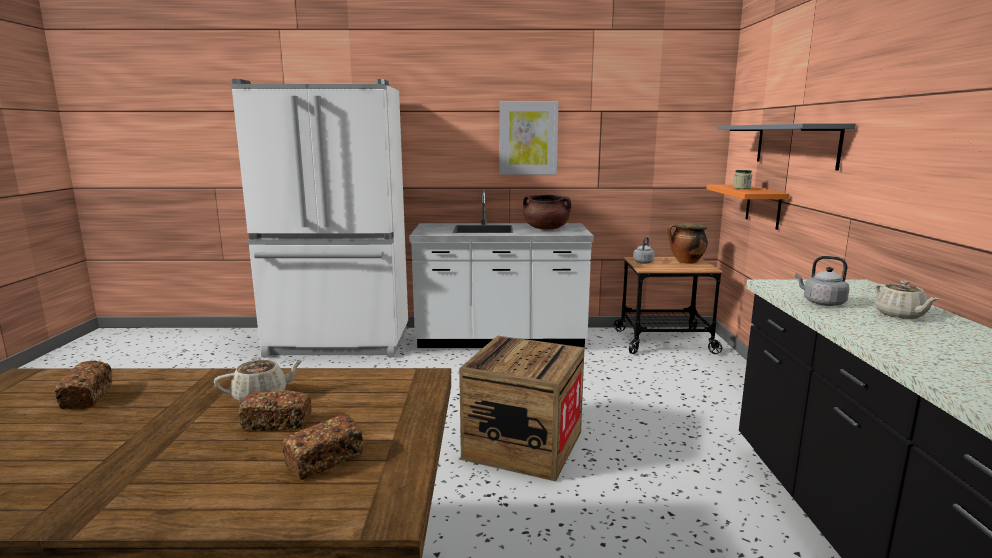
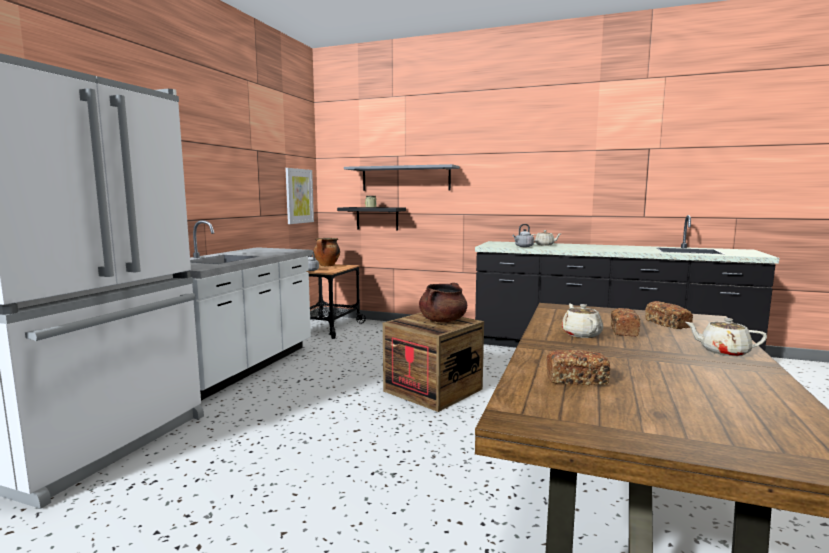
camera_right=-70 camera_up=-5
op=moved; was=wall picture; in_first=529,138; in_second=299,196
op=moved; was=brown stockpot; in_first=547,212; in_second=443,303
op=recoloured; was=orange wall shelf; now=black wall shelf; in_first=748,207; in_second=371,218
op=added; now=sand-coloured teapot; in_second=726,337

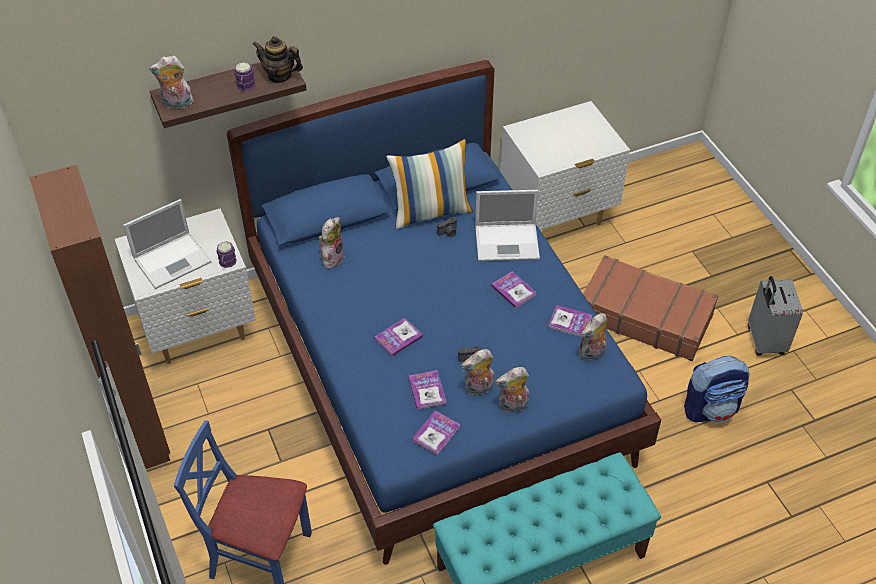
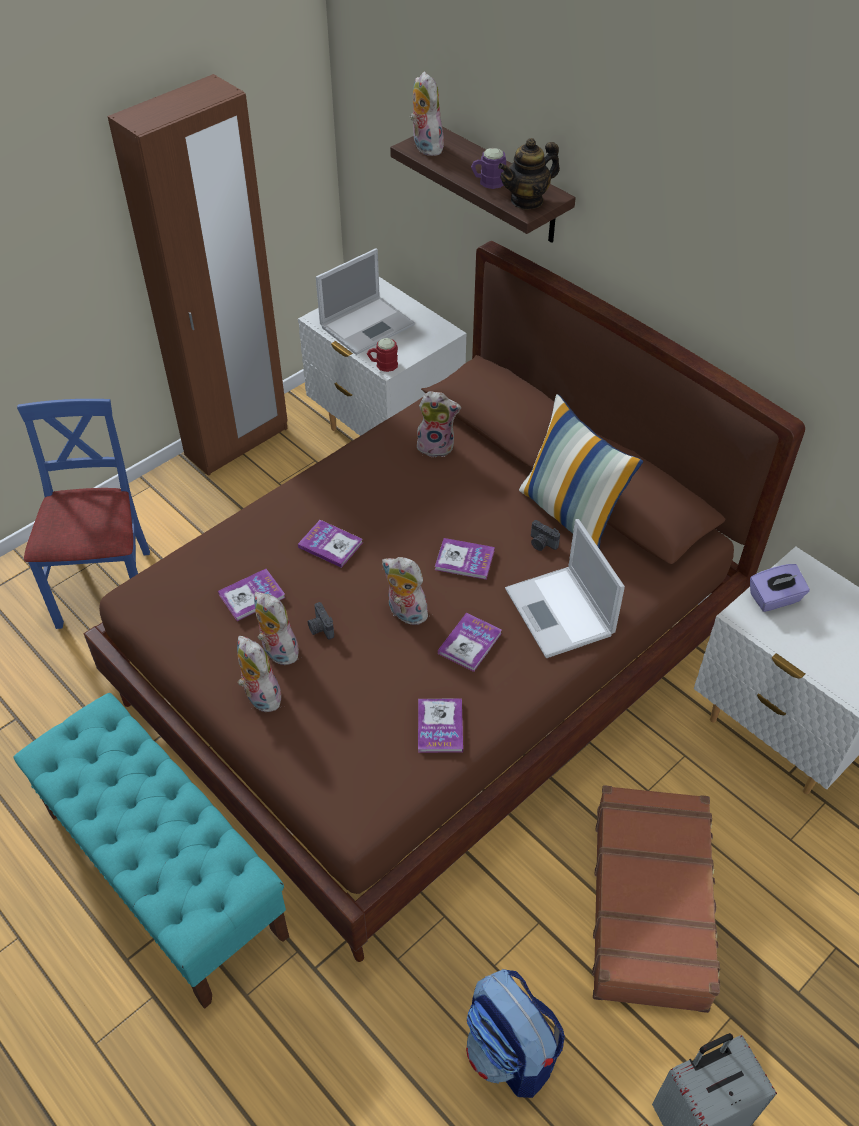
camera_right=70 camera_up=0
op=turned; was=laptop; in_first=167,244; in_second=365,301; clockwise=-75
op=recoloured; was=purple-coloured mug; now=reddish mug; in_first=227,254; in_second=382,355
op=recoloured; was=blue bedroom bed; now=brown bedroom bed; in_first=444,312; in_second=444,601
op=turned; was=teapot; in_first=278,60; in_second=529,174; clockwise=-120
op=moved; was=bound book; in_first=436,433; in_second=465,559
op=moved; was=plush toy; in_first=593,337; in_second=405,591
op=added; now=purple-coloured tissue box; in_second=780,588

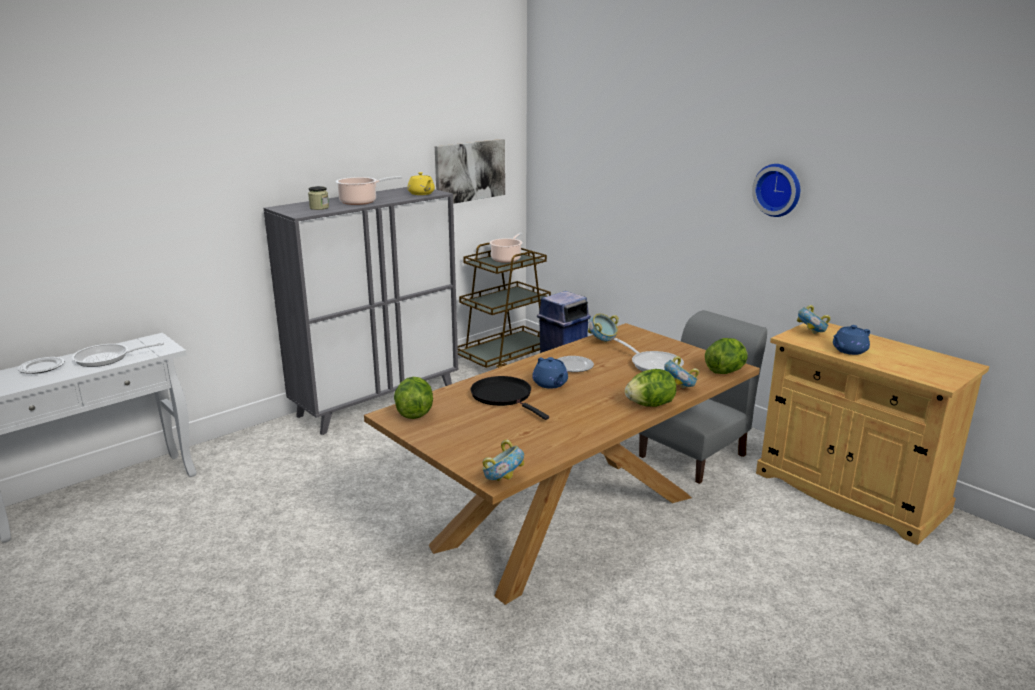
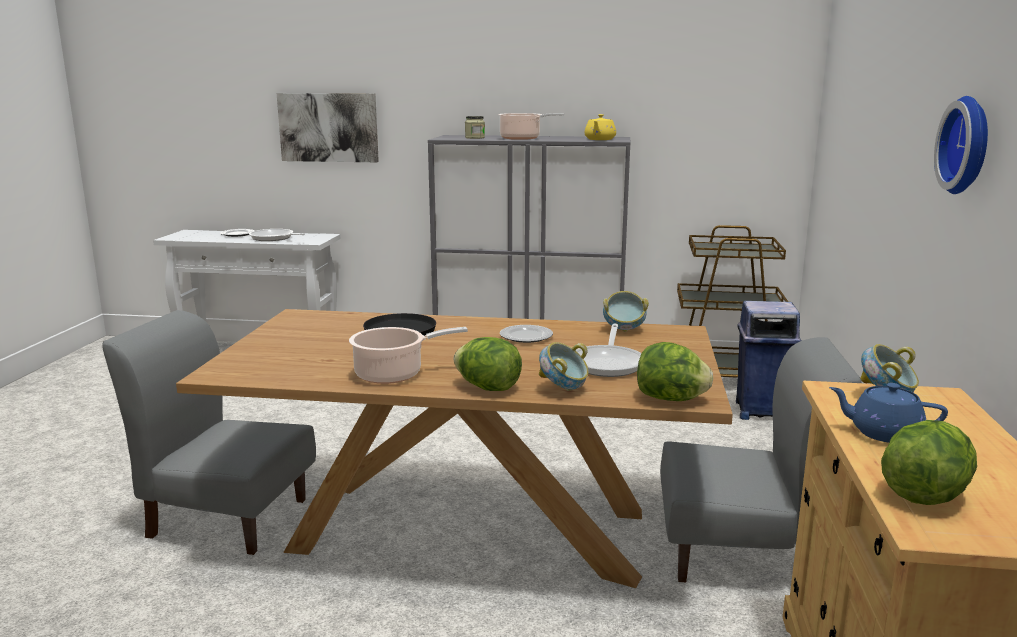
camera_right=50 camera_up=-5
op=moved; was=lettuce; in_first=413,398; in_second=929,462
op=moved; was=wall picture; in_first=470,171; in_second=328,127
op=removed; was=bowl; in_first=503,460
op=moved; was=stockpot; in_first=506,248; in_second=408,355
op=removed; was=blue teapot; in_first=550,373
op=added; now=greyish upright chair; in_second=209,432

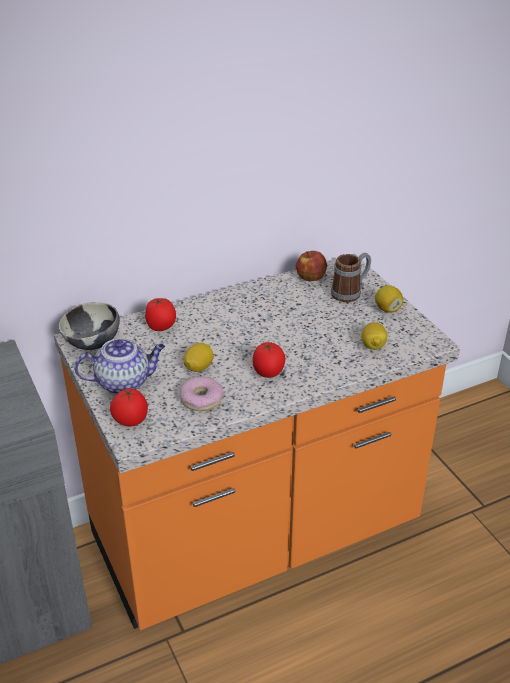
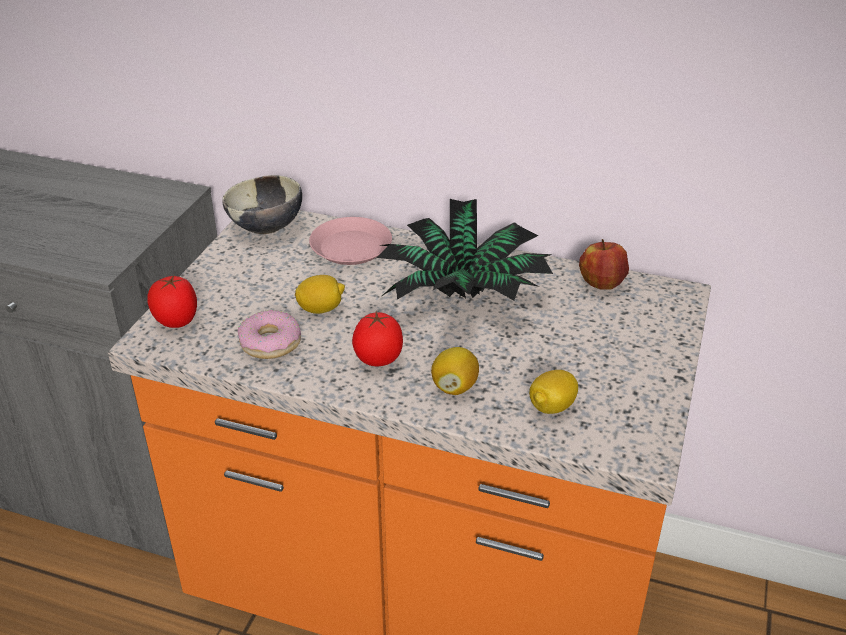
camera_right=45 camera_up=0
op=removed; was=teapot; in_first=119,366
op=replaced; was=whole tomato; now=pinkish plate; in_first=160,314; in_second=350,241
op=removed; was=mug; in_first=351,277
op=moved; was=whole lemon; in_first=389,299; in_second=455,371
op=added; now=plant in a pot; in_second=464,250

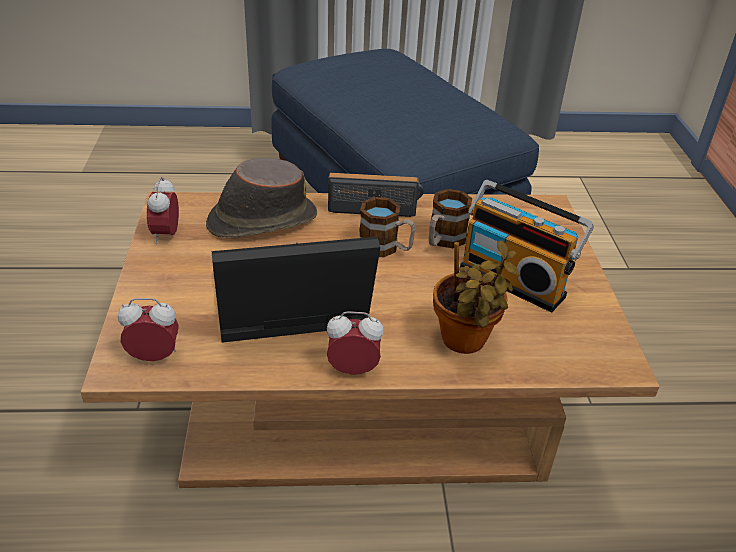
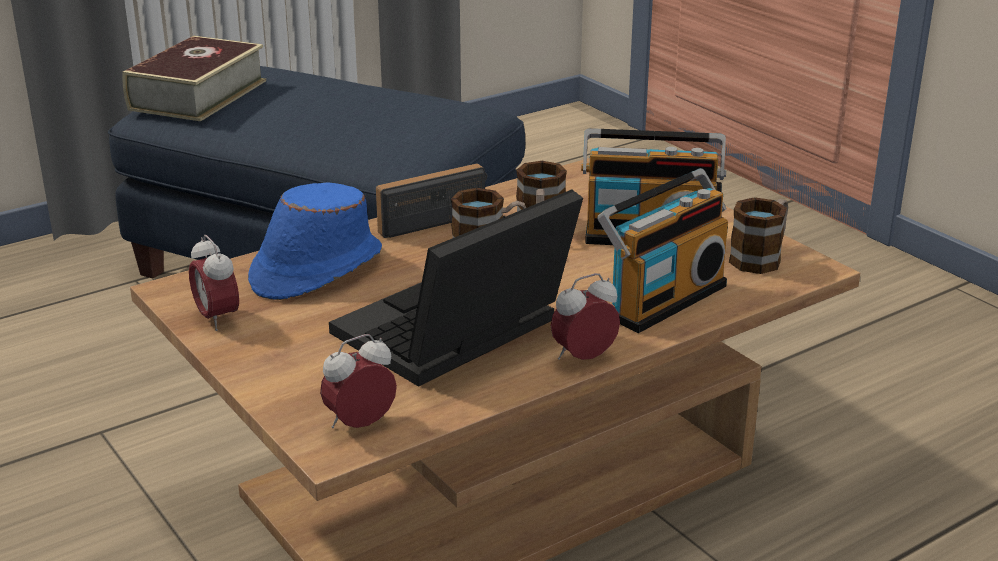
camera_right=-30 camera_up=-10
op=recoloured; was=brown hat; now=blue hat; in_first=261,198; in_second=315,241
op=replaced; was=plant in a pot; now=radio set; in_first=476,297; in_second=662,250
op=added; now=bound book; in_second=194,78
op=added; now=mug; in_second=758,235

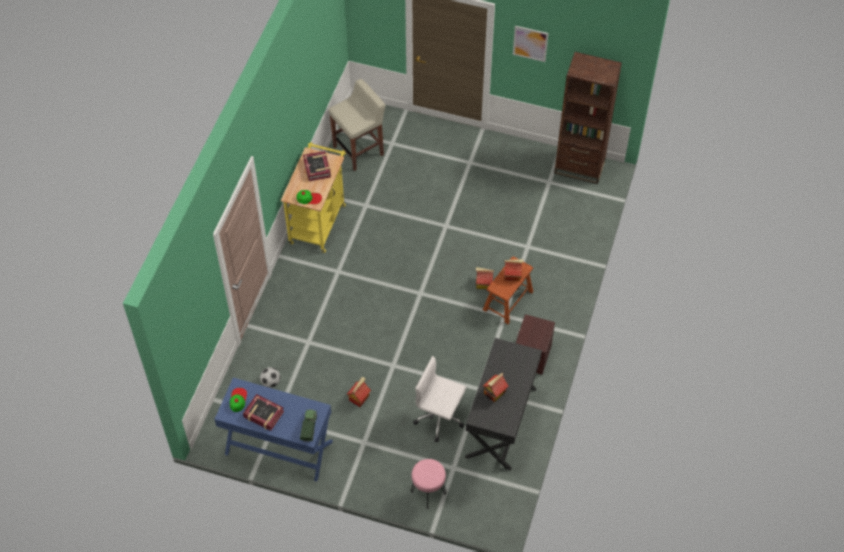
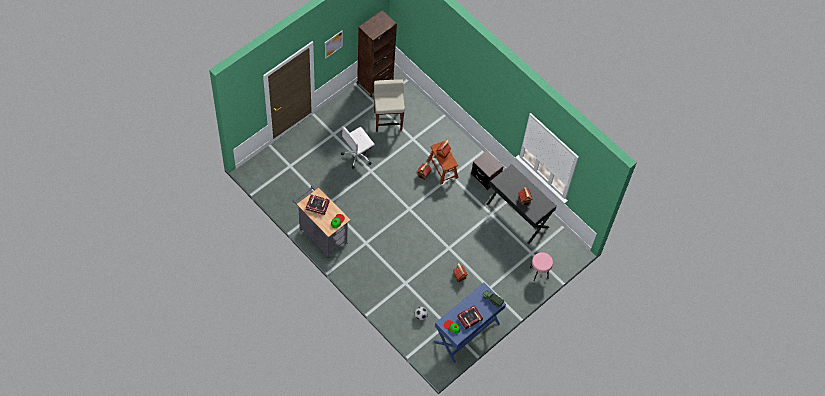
camera_right=-65 camera_up=5
op=recoloured; was=yellow-coloured wheeled cart; now=greyish wheeled cart; in_first=313,197; in_second=321,222
op=moved; was=sand-coloured sitting stool; in_first=357,125; in_second=389,105
op=moved; was=white-coloured computer chair; in_first=439,399; in_second=358,147

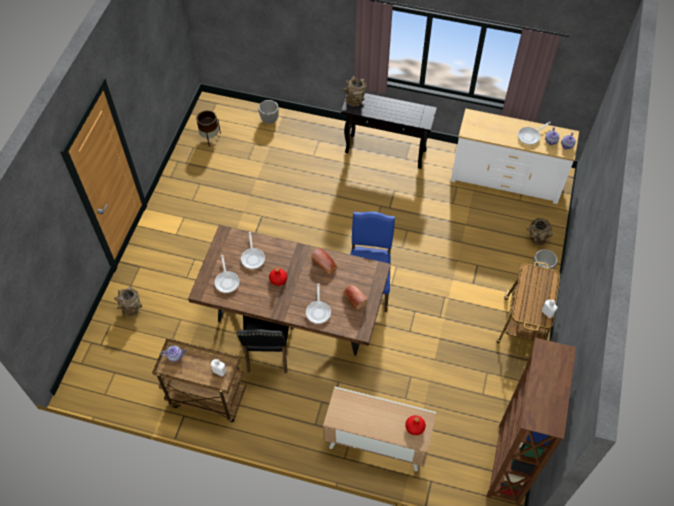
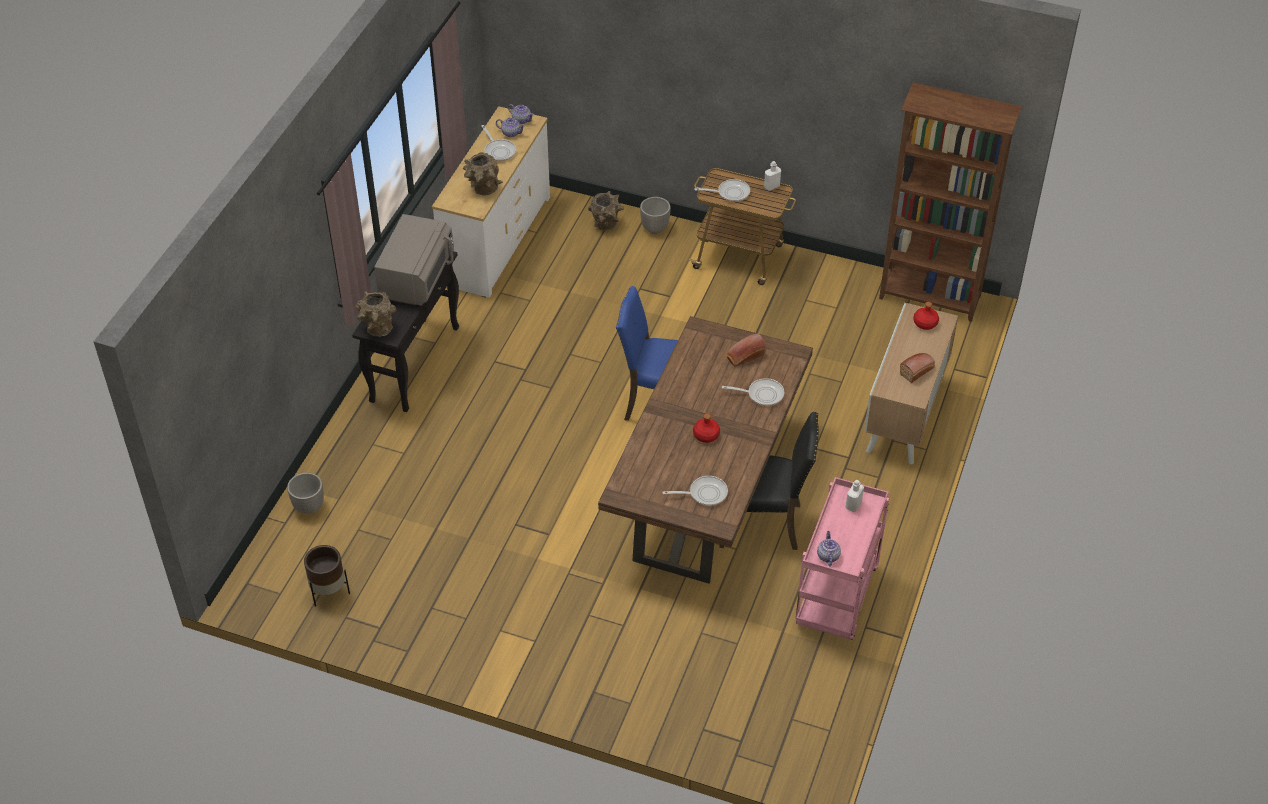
camera_right=-85 camera_up=-10
op=moved; was=brown decorative vase; in_first=128,301; in_second=483,174
op=recoloured; was=brown wheeled cart; now=pinkish wheeled cart; in_first=199,380; in_second=842,558
op=moved; was=pan; in_first=253,250; in_second=722,190
op=moved; was=bread; in_first=324,261; in_second=917,368
op=added; now=greyish microwave; in_second=414,260

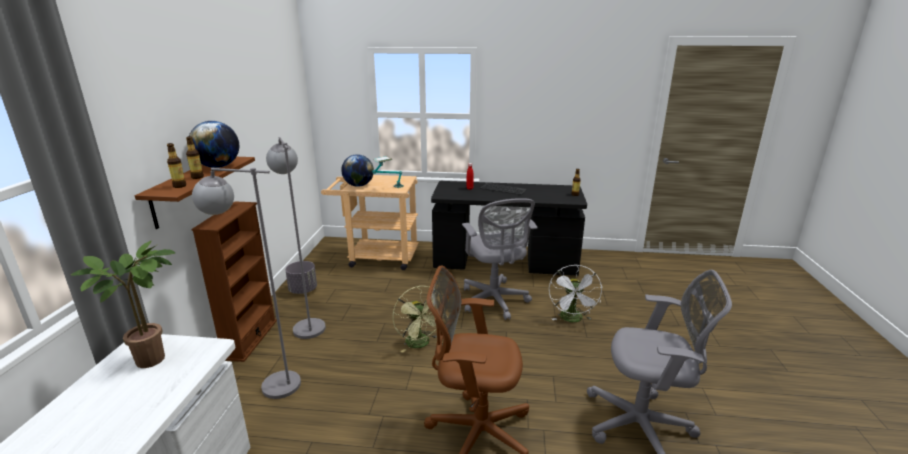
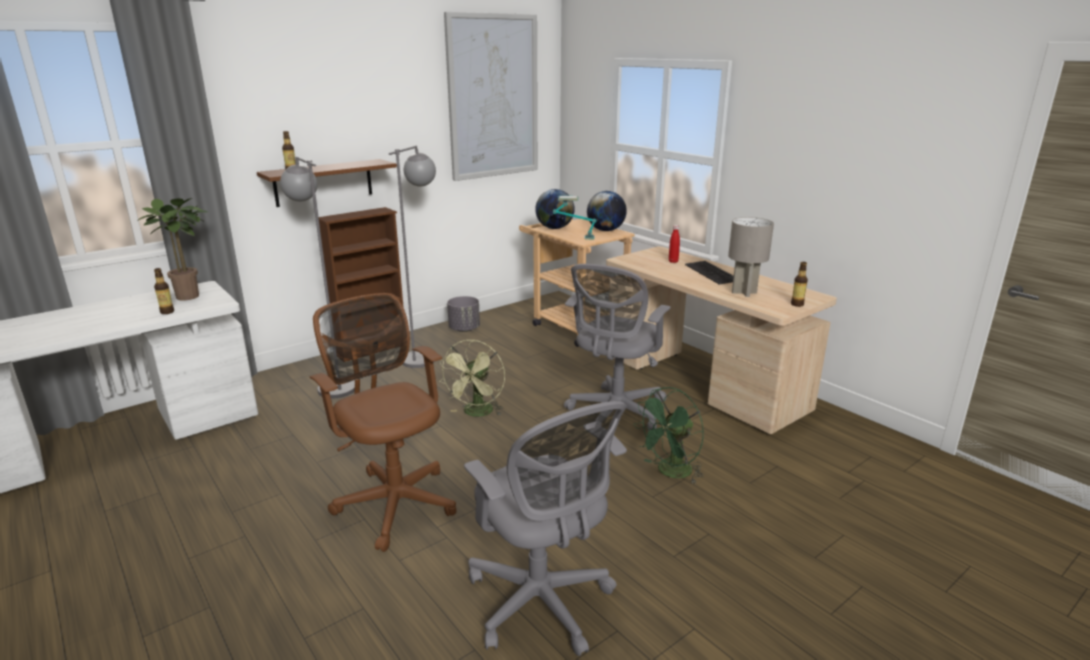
camera_right=45 camera_up=0
op=moved; was=beverage bottle; in_first=195,157; in_second=164,291
op=moved; was=desk globe; in_first=214,144; in_second=607,211
op=recoloured; was=black desk; now=sand-coloured desk; in_first=509,228; in_second=721,340
op=recoloured; was=white-coloured cooling fan; now=green-coloured cooling fan; in_first=575,293; in_second=669,435
op=added; now=wall picture; in_second=491,96
op=added; now=greyish lamp for a table; in_second=751,257

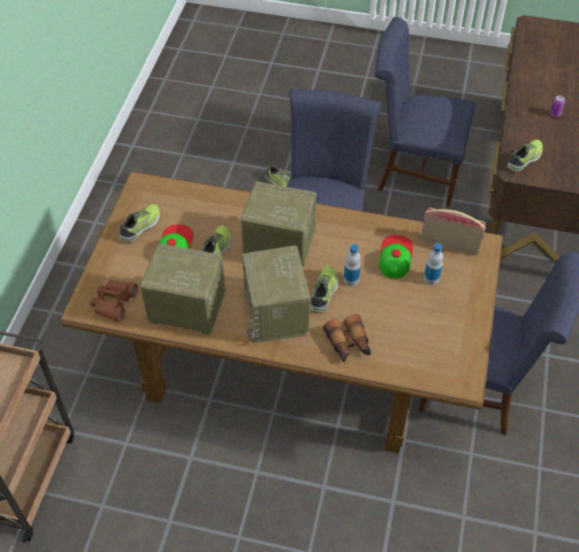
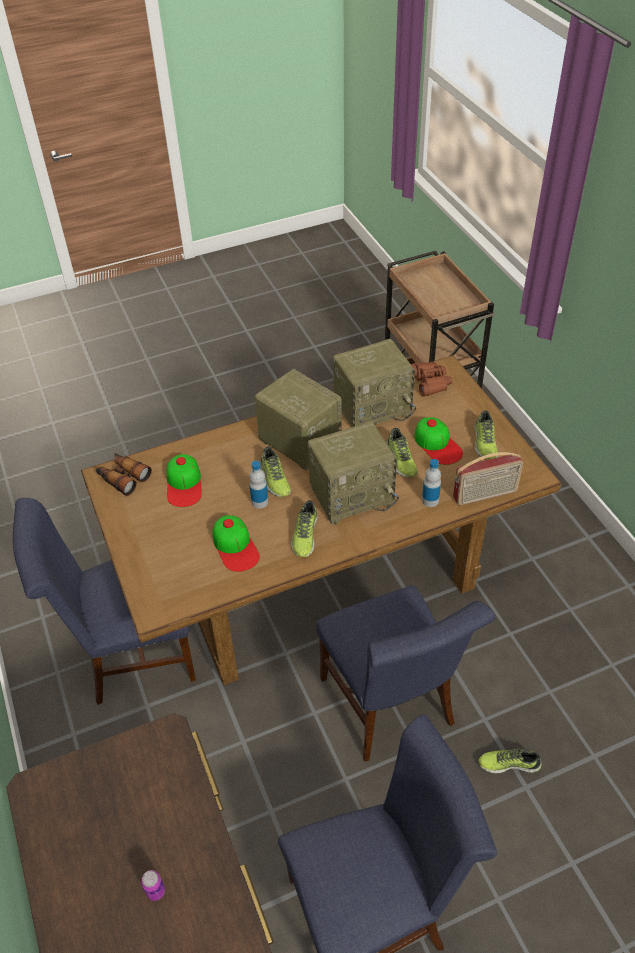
camera_right=145 camera_up=-5
op=moved; was=field glasses; in_first=347,338; in_second=124,474
op=moved; was=radio set; in_first=453,231; in_second=488,478
op=moved; was=beverage bottle; in_first=433,264; in_second=431,483
op=moved; was=shoe; in_first=525,156; in_second=304,528
op=added; now=peaked cap; in_second=184,480

